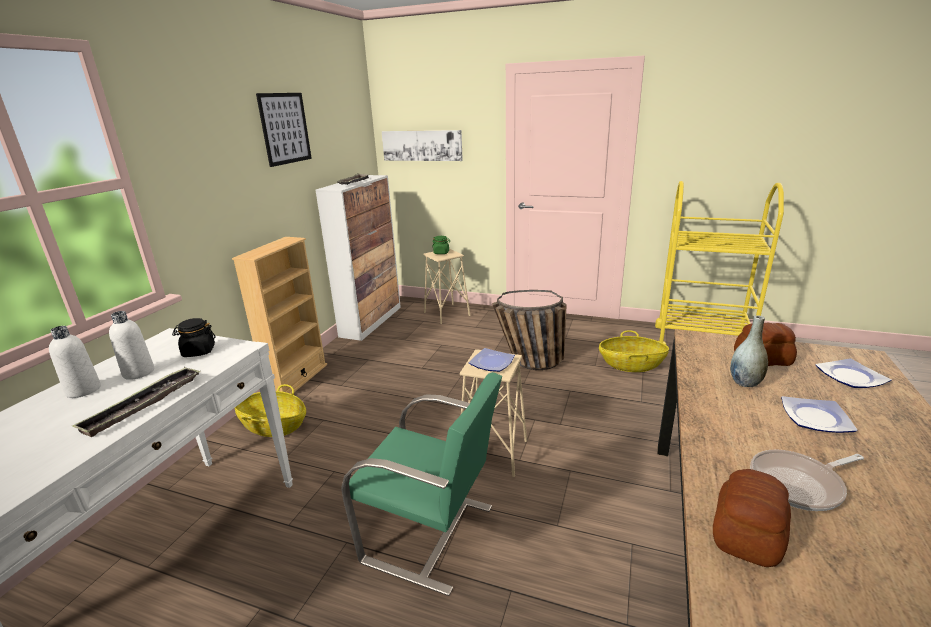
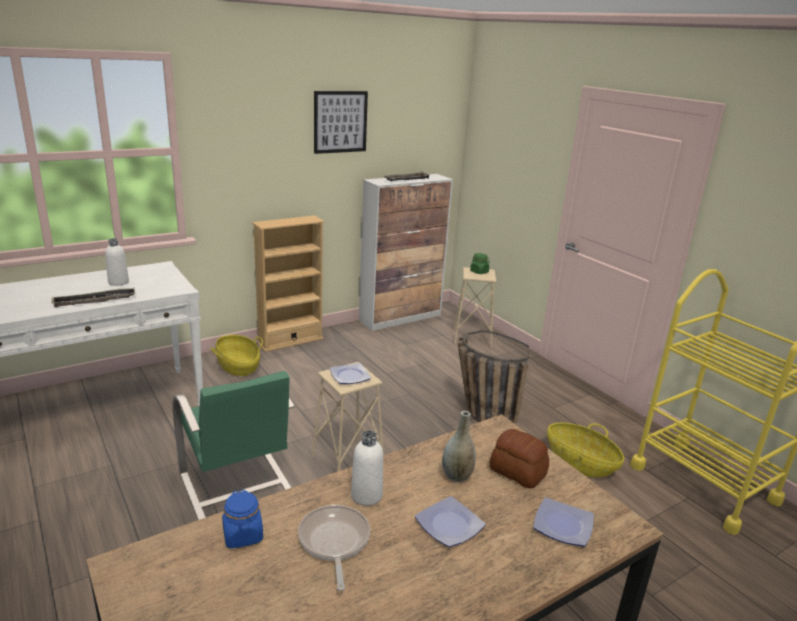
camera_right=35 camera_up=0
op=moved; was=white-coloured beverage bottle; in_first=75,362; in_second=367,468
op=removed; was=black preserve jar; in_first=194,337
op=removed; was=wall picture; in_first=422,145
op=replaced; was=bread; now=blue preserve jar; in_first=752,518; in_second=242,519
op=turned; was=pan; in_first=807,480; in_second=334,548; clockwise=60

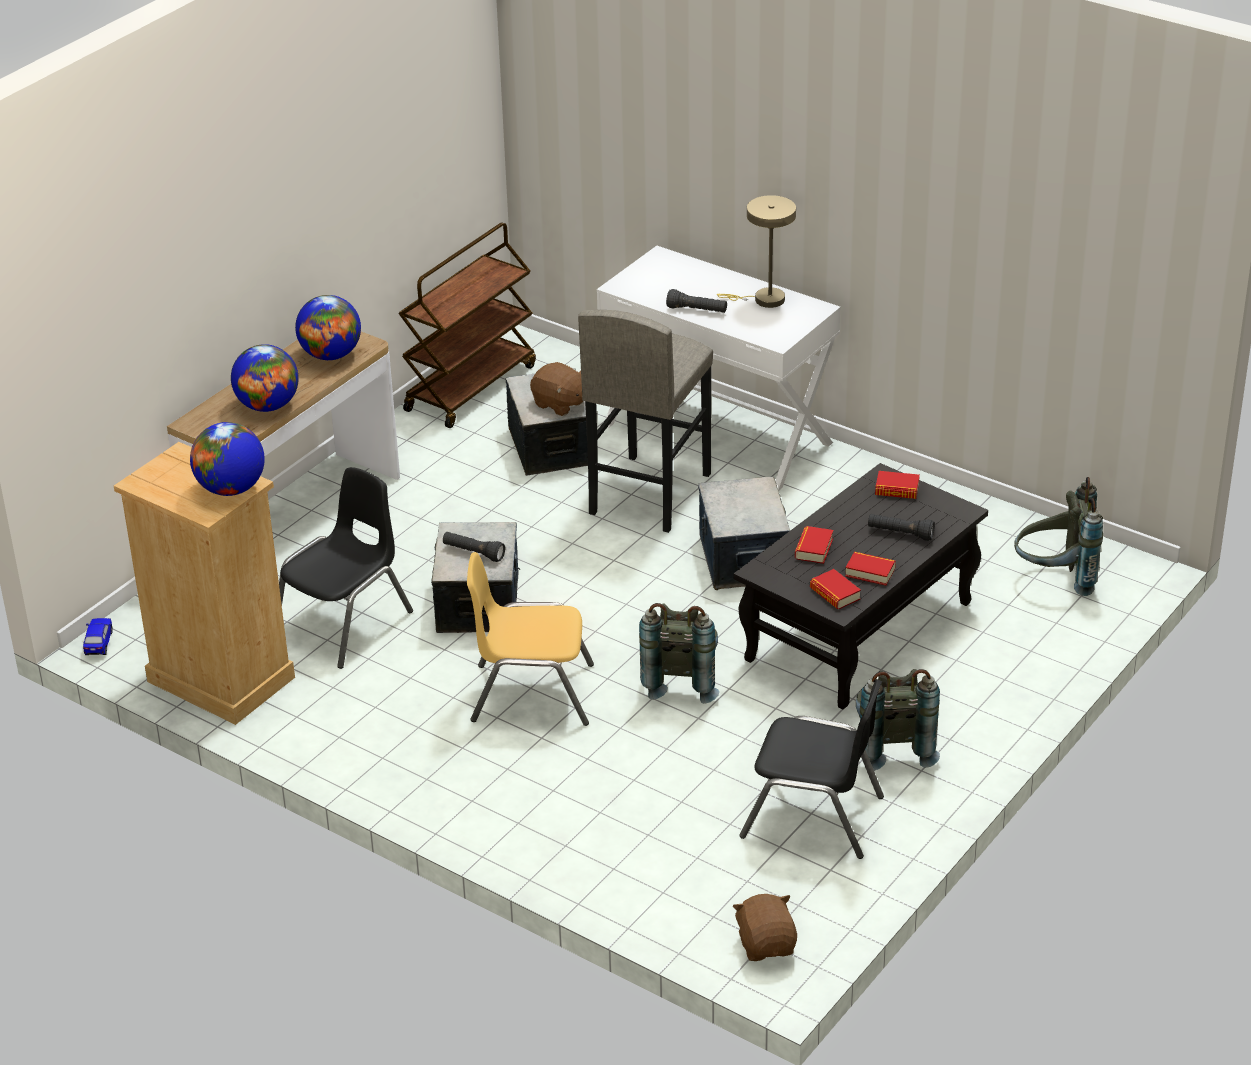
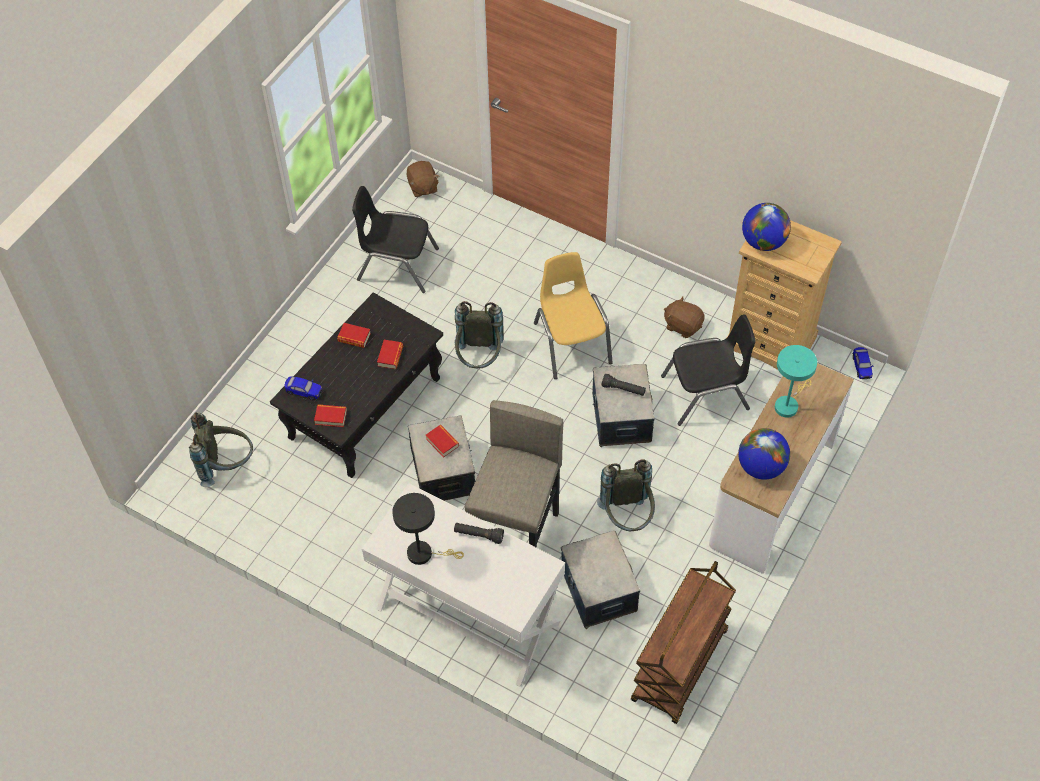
camera_right=175 camera_up=20
op=replaced; was=desk globe; now=blue-green lamp for a table; in_first=265,378; in_second=796,381
op=turned; was=black upright chair; in_first=346,568; in_second=708,370; clockwise=-135
op=turned; was=yellow-coloured upright chair; in_first=530,639; in_second=573,315; clockwise=-105
op=moved; was=brown plush toy; in_first=556,389; in_second=684,317
op=recoloured; was=sand-coloured lamp for a table; now=black lamp for a table; in_first=756,251; in_second=428,529
op=moved; was=bound book; in_first=835,589; in_second=442,441
op=moved; was=greyish rucksack; in_first=898,720; in_second=626,495
op=removed; was=black hand torch; in_first=901,527
op=added; now=model car; in_second=303,388

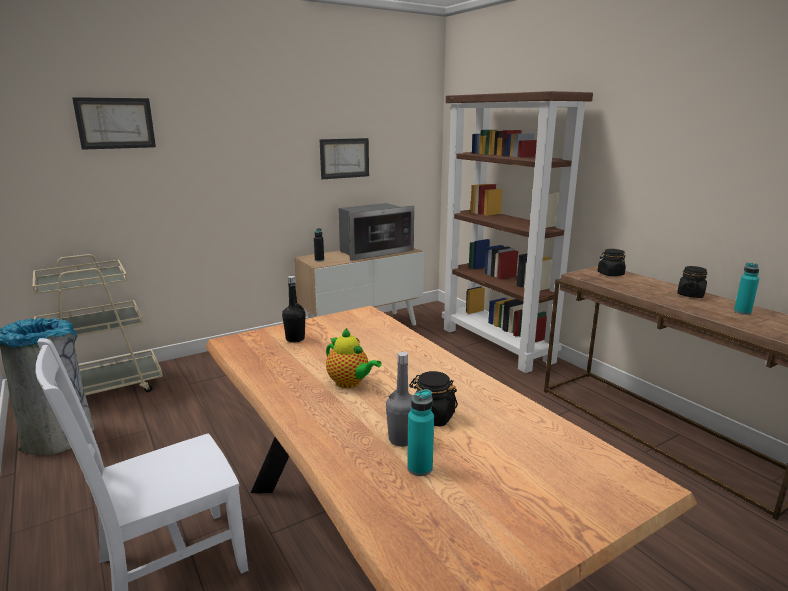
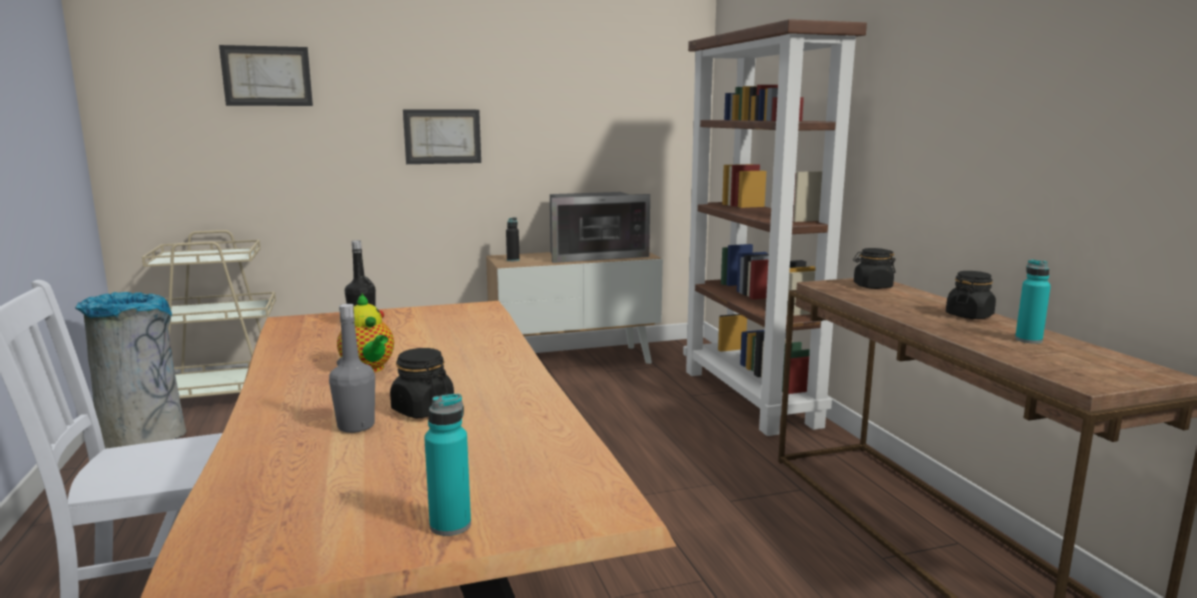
camera_right=15 camera_up=-5
op=moved; was=wall picture; in_first=344,158; in_second=442,137
op=moved; was=blue-green beverage bottle; in_first=420,432; in_second=447,465

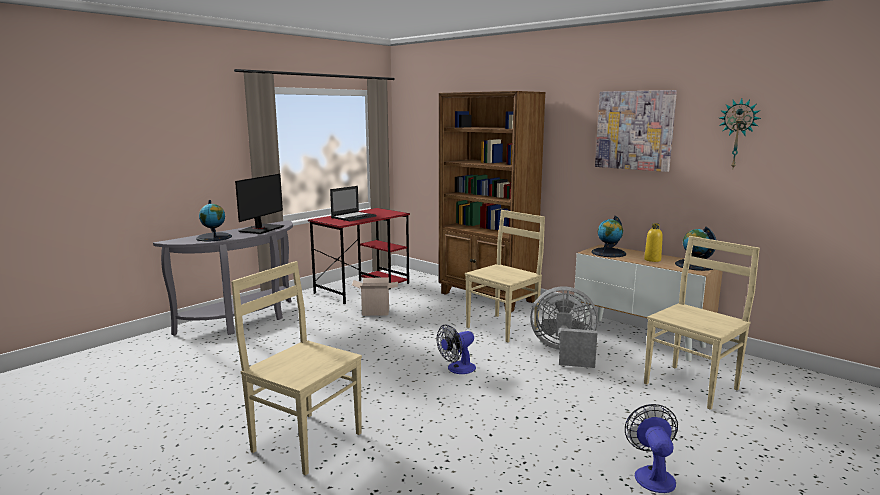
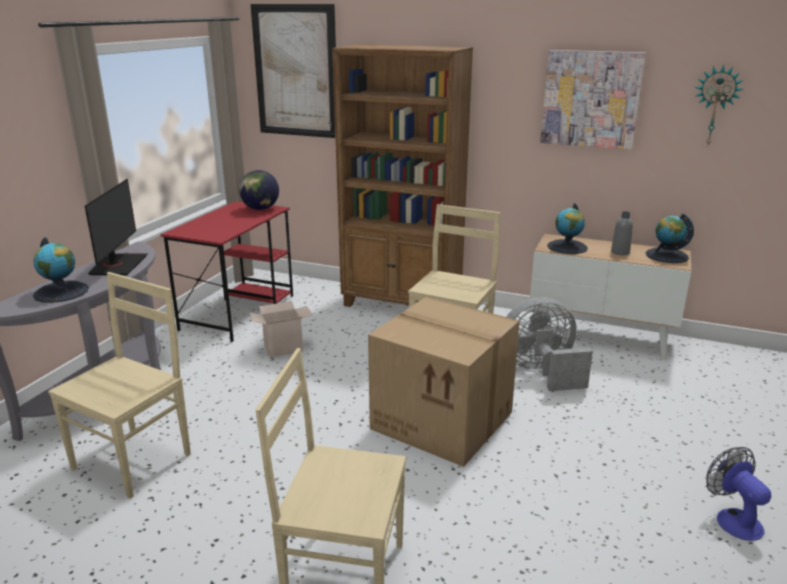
camera_right=-20 camera_up=10
op=removed; was=laptop; in_first=353,203
op=replaced; was=cooling fan; now=carton; in_first=456,349; in_second=444,381
op=recoloured; was=yellow-coloured beverage bottle; now=greyish beverage bottle; in_first=653,242; in_second=622,233
op=moved; was=sand-coloured upright chair; in_first=702,323; in_second=119,385
op=added; now=desk globe; in_second=259,190
op=added; now=wall picture; in_second=293,71

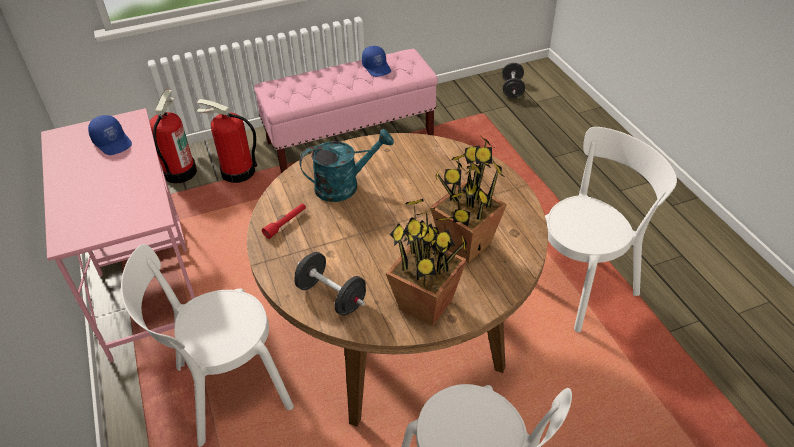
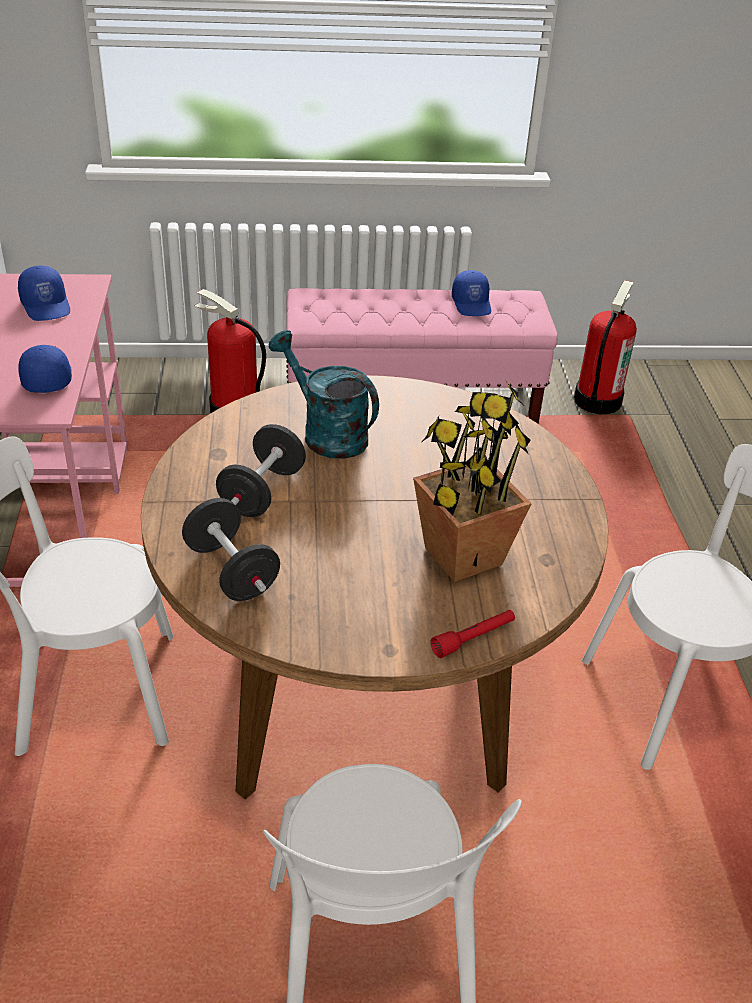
camera_right=15 camera_up=-5
op=moved; was=fire-fighting cylinder; in_first=173,136; in_second=605,347
op=moved; was=reddish hand torch; in_first=284,221; in_second=473,634
op=turned; was=blue-green watering pot; in_first=346,165; in_second=324,394; clockwise=-135
op=removed; was=plant in a pot; in_first=426,262
op=moved; was=black dumbbell; in_first=513,80; in_second=261,470
op=added; now=blue peaked cap; in_second=45,369

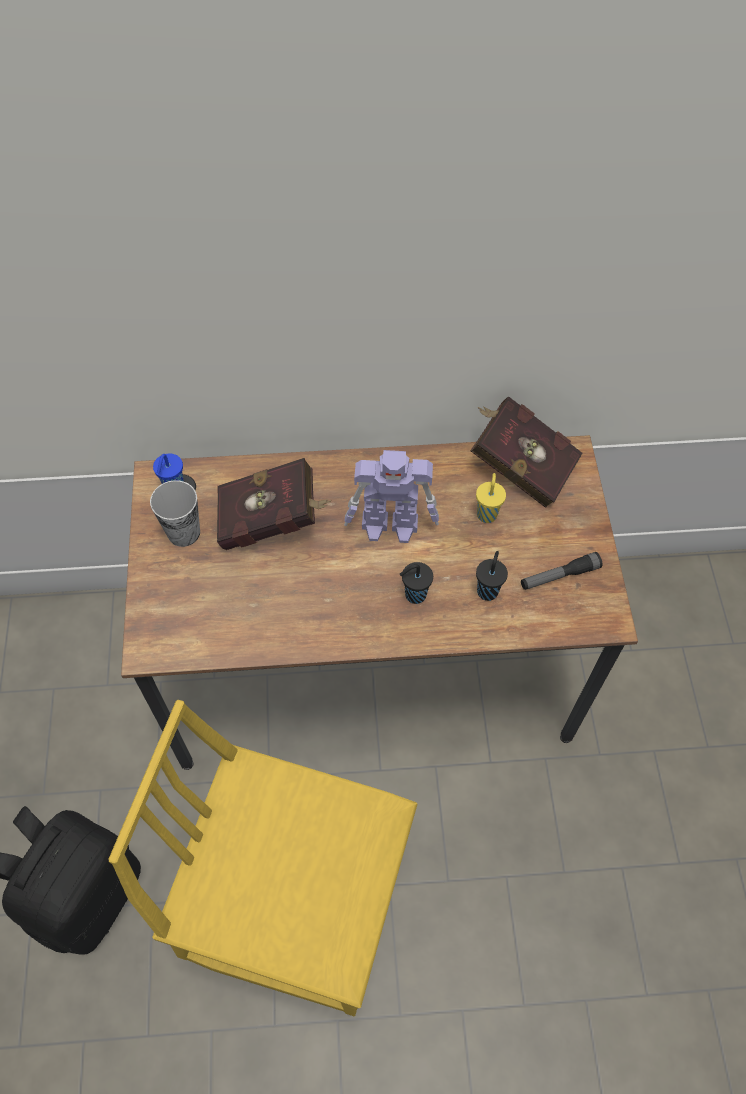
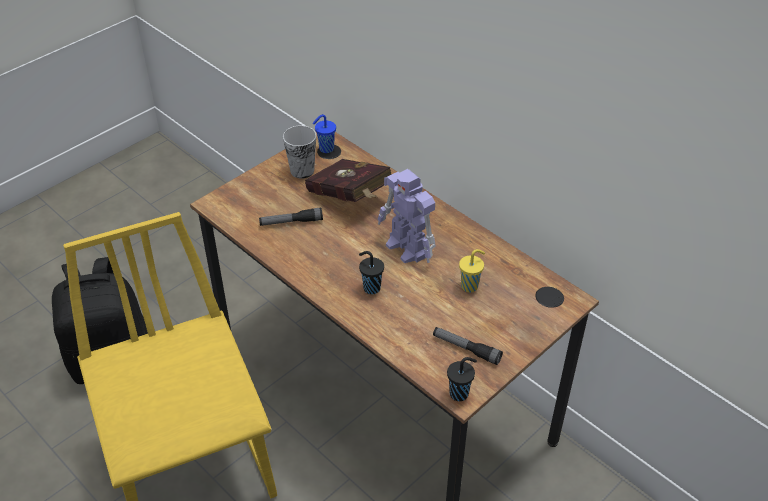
camera_right=50 camera_up=-15
op=removed; was=reddish bound book; in_first=527,452
op=moved; was=black small cup; in_first=492,576; in_second=462,379
op=added; now=hand torch; in_second=291,216

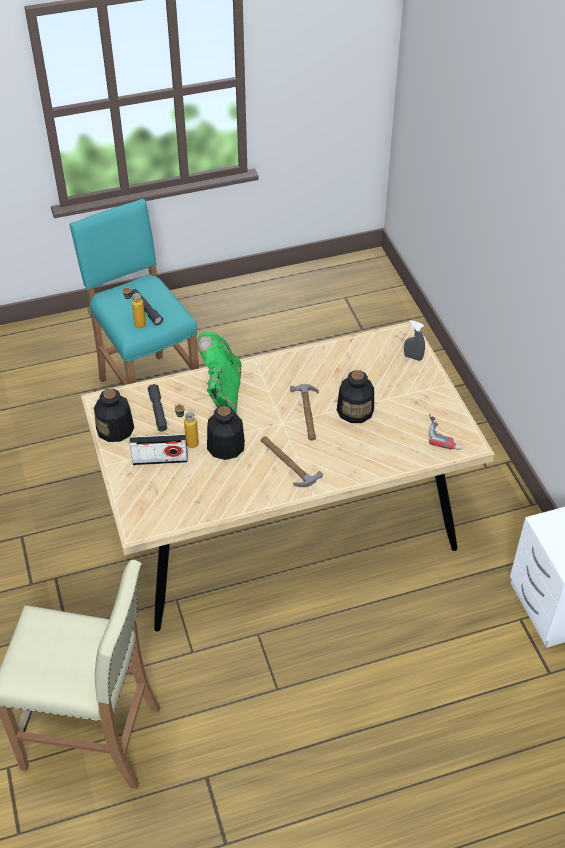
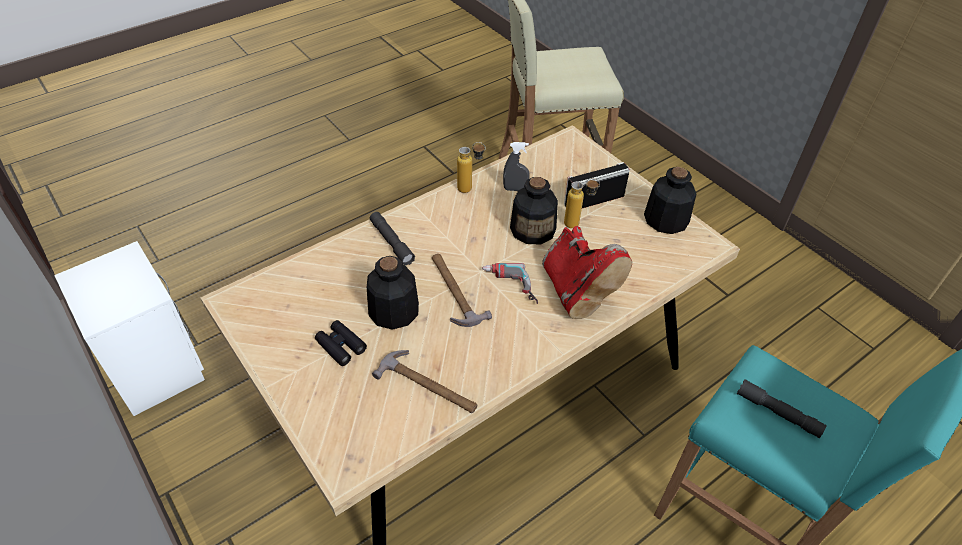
camera_right=160 camera_up=0
op=moved; was=beverage bottle; in_first=134,307; in_second=471,167
op=moved; was=greyish hand torch; in_first=157,408; in_second=392,239
op=recoloured; was=green-coloured boot; now=reddish boot; in_first=219,372; in_second=587,272
op=moved; was=hammer; in_first=292,461; in_second=425,381
op=moved; was=greyish hand sprayer; in_first=414,340; in_second=516,166
op=moved; was=drill; in_first=446,432; in_second=510,283
op=added; now=black field glasses; in_second=341,343

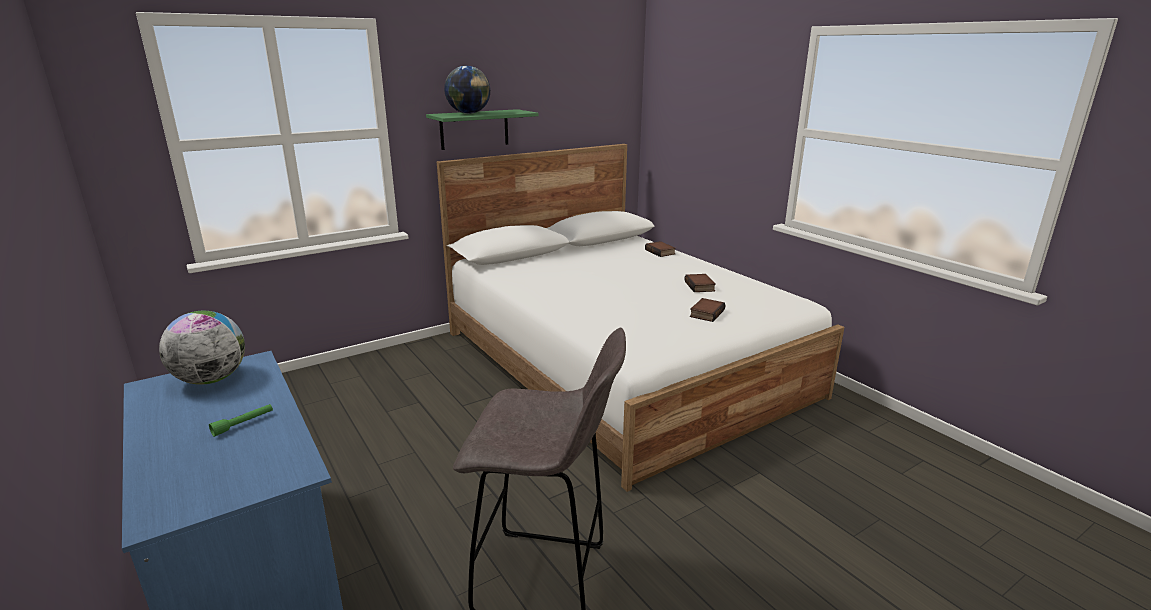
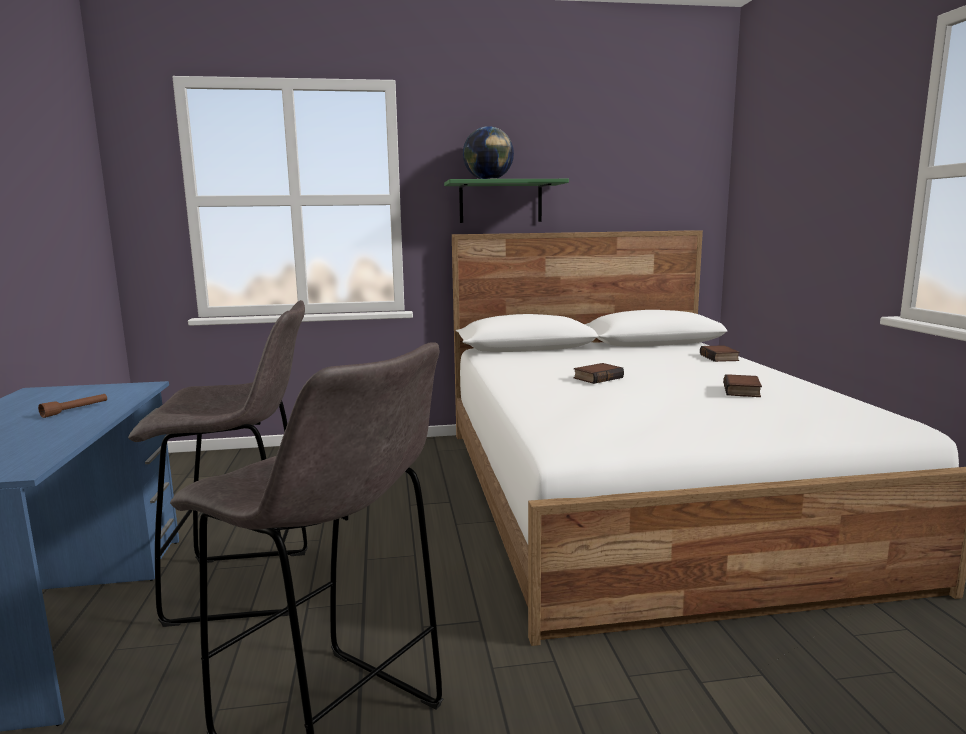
camera_right=25 camera_up=-10
op=removed; was=desk globe; in_first=202,348
op=removed; was=green-coloured hand torch; in_first=241,420
op=moved; was=bound book; in_first=707,310; in_second=599,373
op=added; now=brown hand torch; in_second=72,406
op=added; now=greyish sitting stool; in_second=218,463

